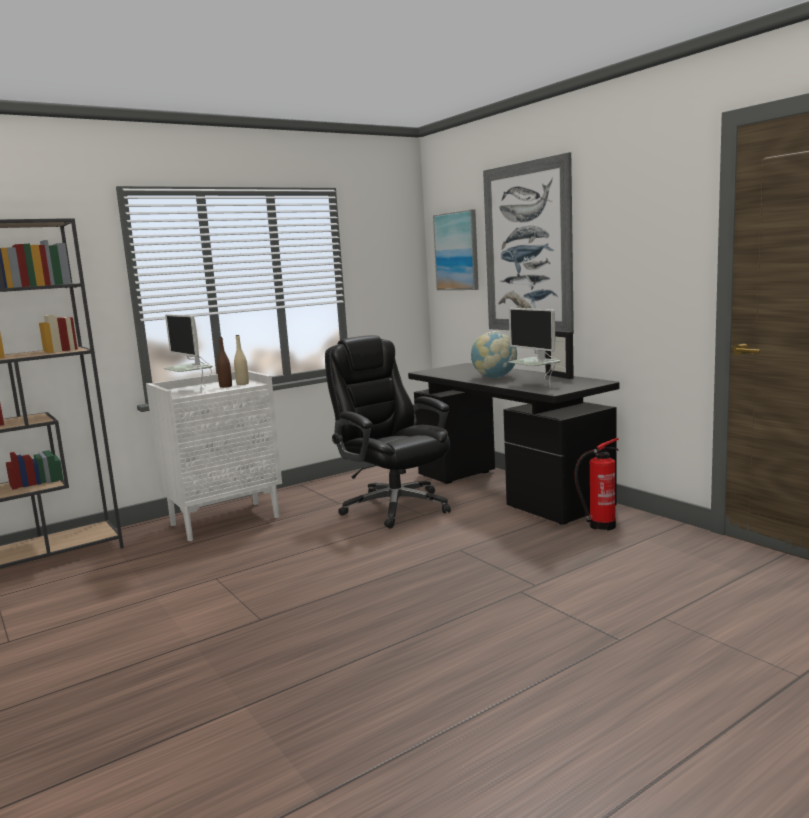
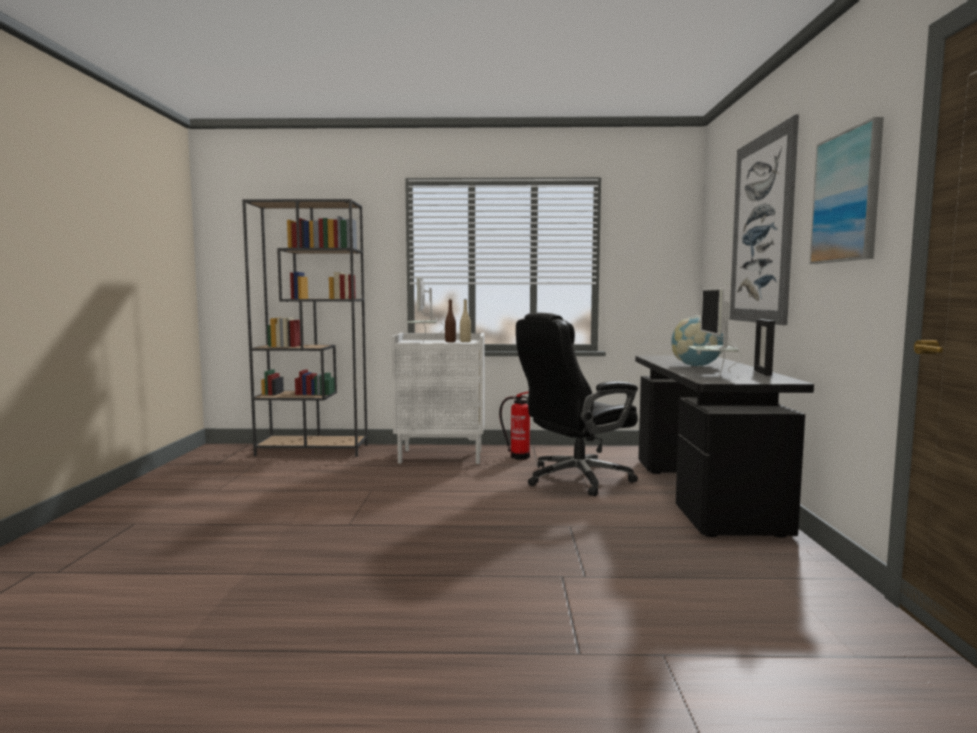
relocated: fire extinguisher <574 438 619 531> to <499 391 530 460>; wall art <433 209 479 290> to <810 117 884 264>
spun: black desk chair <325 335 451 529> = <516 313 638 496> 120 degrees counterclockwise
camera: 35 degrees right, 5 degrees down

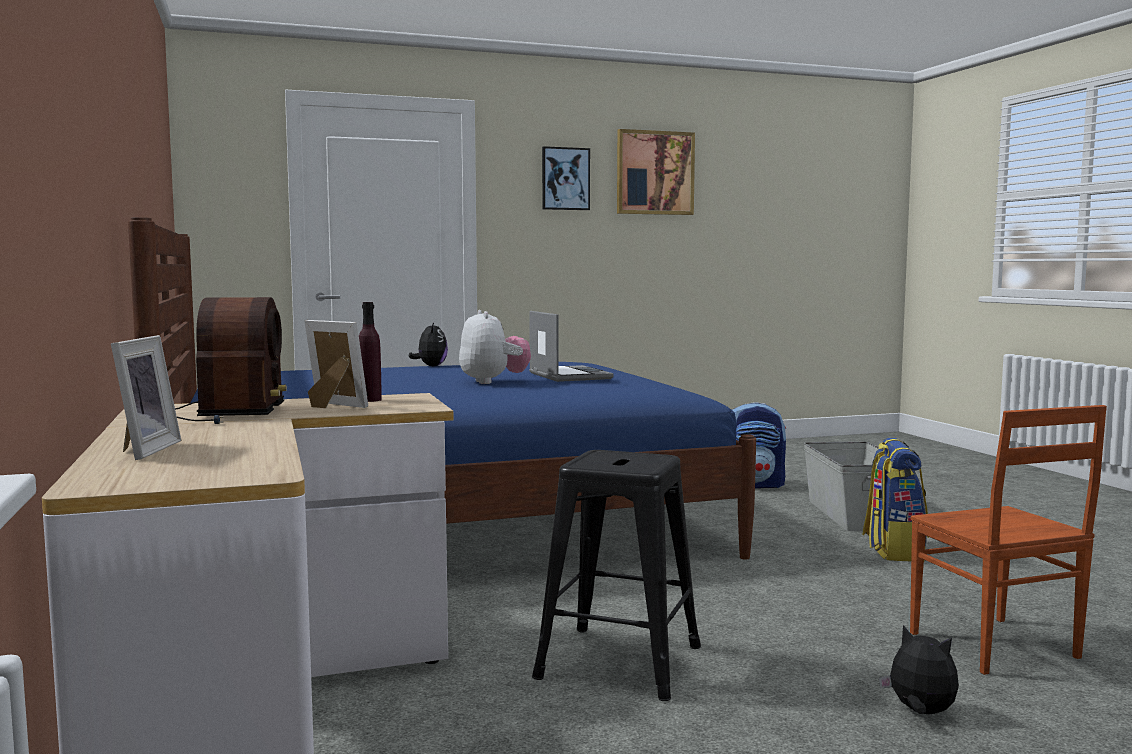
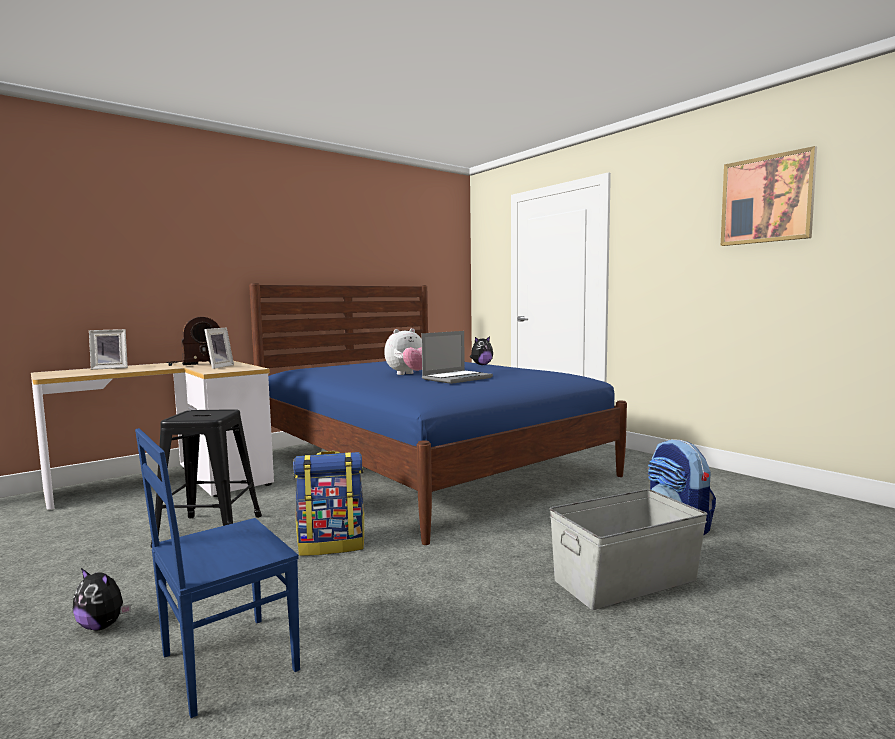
missing: purple drink bottle <359 302 382 402>; wall art <542 146 590 210>
relocated: knapsack <862 438 929 561> to <293 451 364 556>
colour: brownish chair <910 405 1107 675> to bluish chair <135 428 300 718>
spun: plush toy <879 625 959 714> = <73 568 131 631> 90 degrees clockwise
camera: 70 degrees right, 0 degrees up

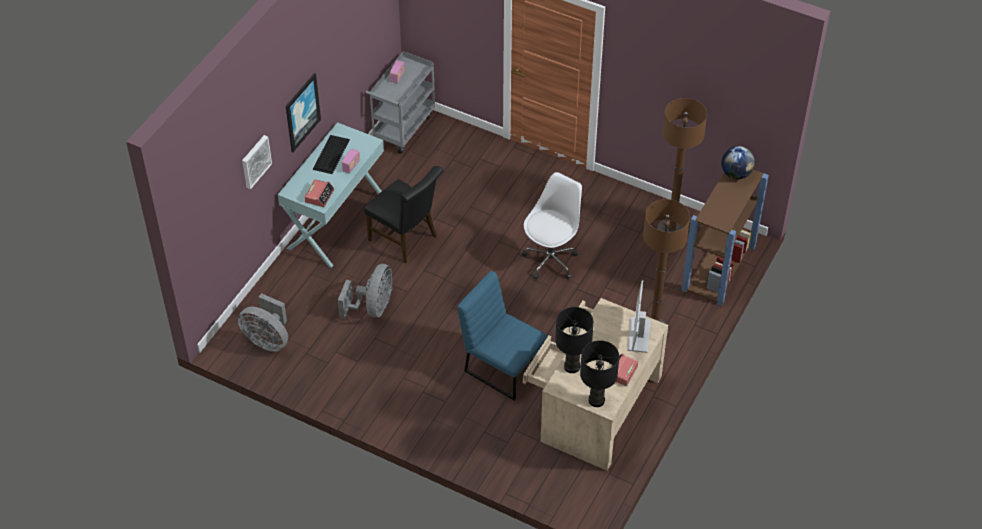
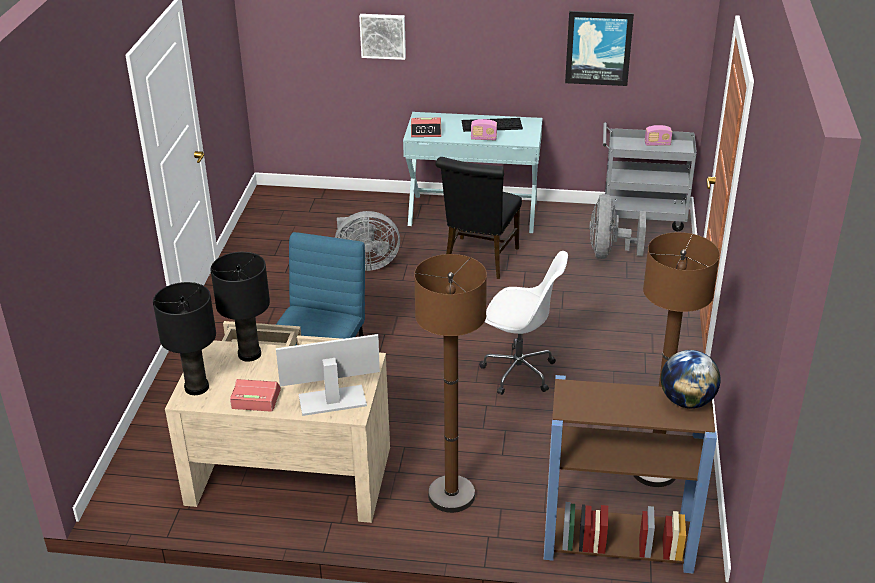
relocated: wall art <286 73 321 152> to <565 11 634 86>; grey cooling fan <238 293 288 352> to <589 194 646 259>
camera: 70 degrees right, 15 degrees down

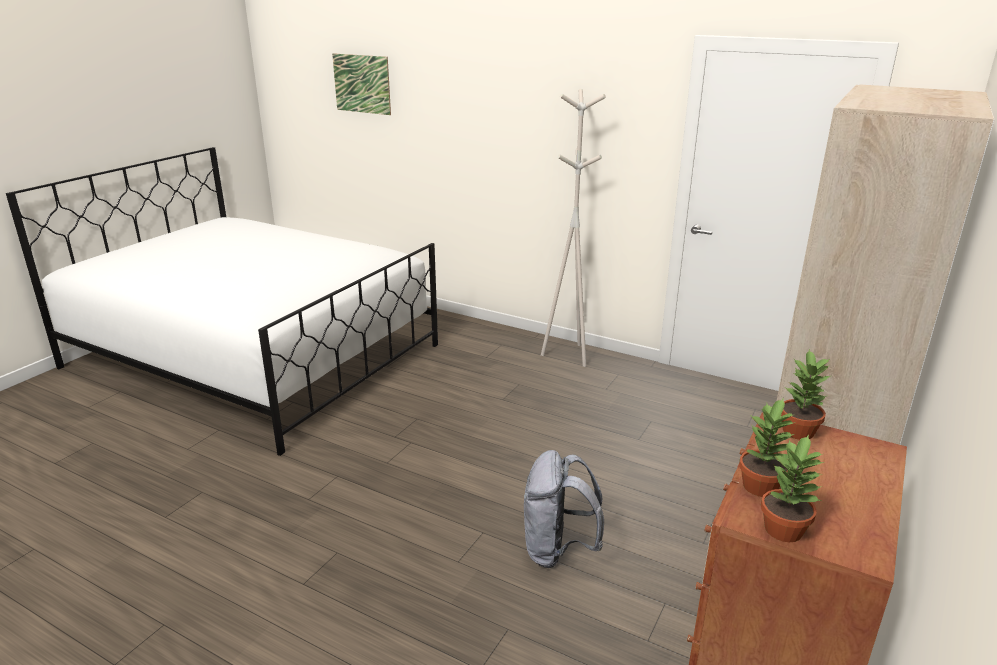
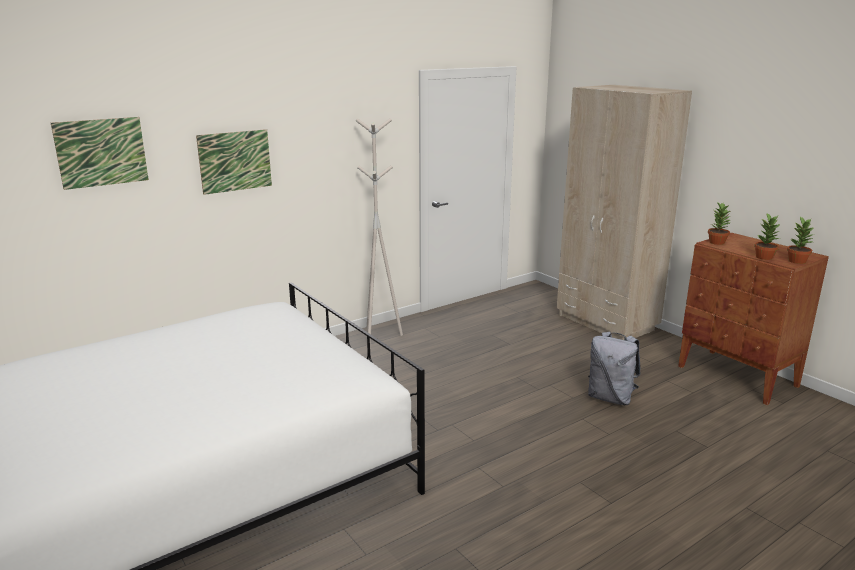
appeared: wall art <196 129 272 195>
camera: 65 degrees left, 5 degrees down

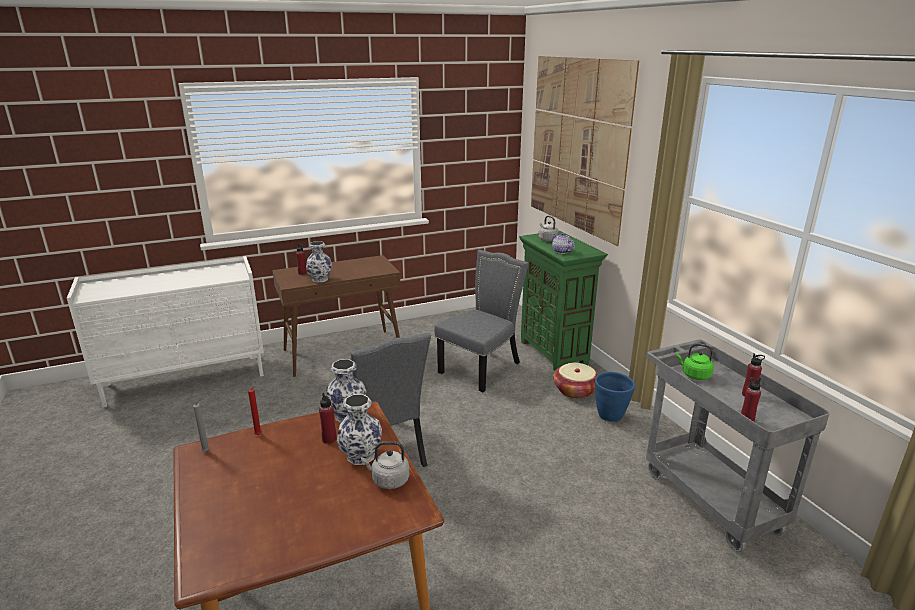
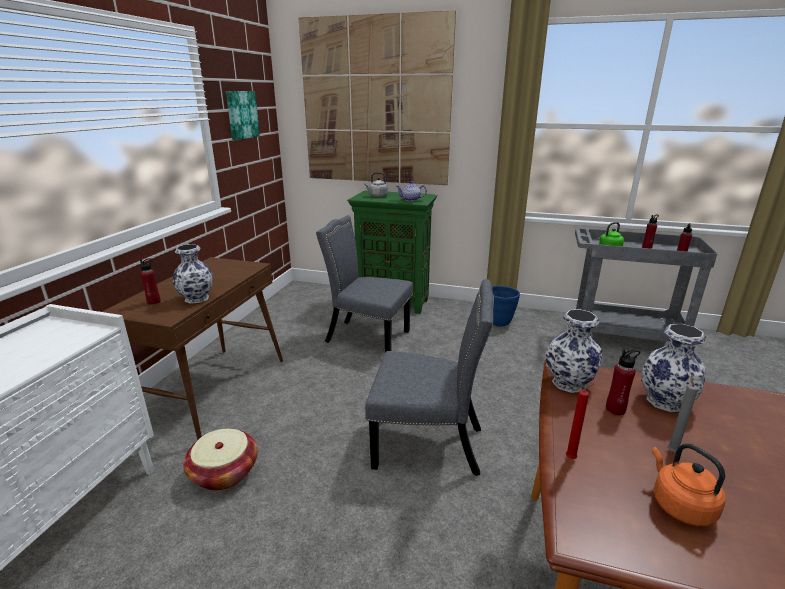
missing: grey tea kettle <361 441 410 489>
appeared: wall art <226 91 260 140>; orange tea kettle <652 444 726 526>
relocated: basket <553 363 598 399> to <183 429 258 490>; grey wax light <193 398 209 452> to <667 374 698 452>
spun: grey chair <434 250 529 392> = <316 215 413 352> 60 degrees counterclockwise
camera: 50 degrees left, 0 degrees up

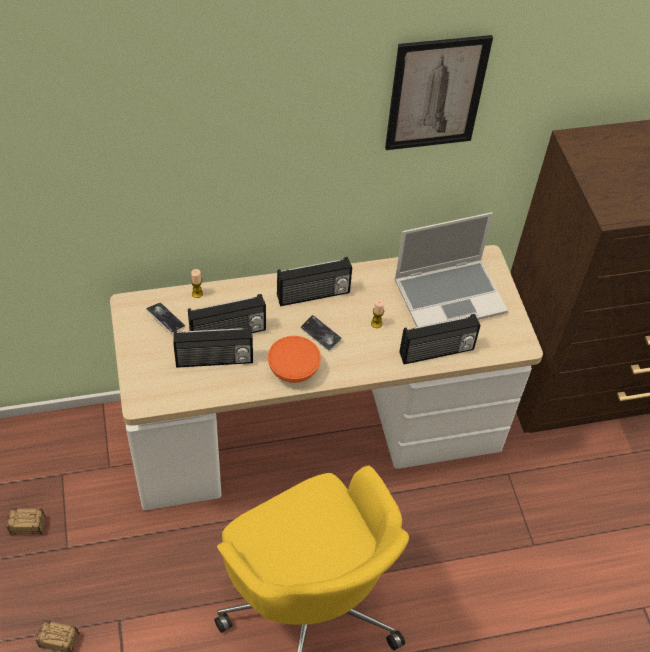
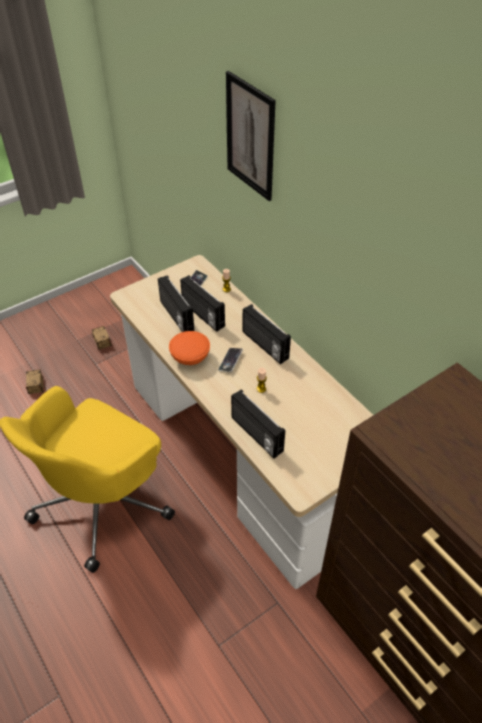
missing: notebook computer <394 212 508 327>
relocated: wall art <385 35 493 150> to <226 71 276 201>
camera: 70 degrees right, 5 degrees down

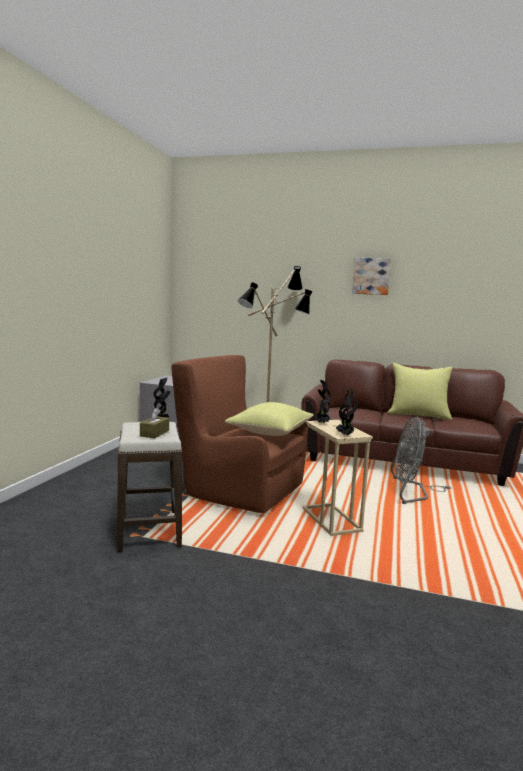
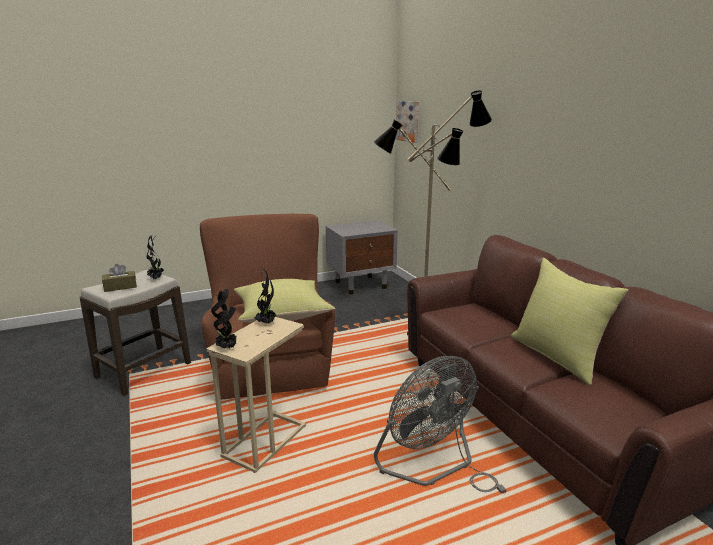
relocated: wall art <352 258 391 295> to <396 101 419 143>
camera: 50 degrees right, 10 degrees up

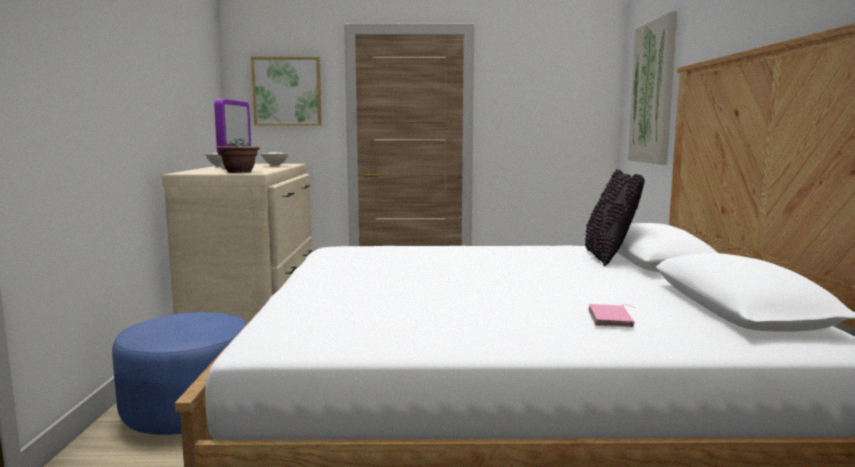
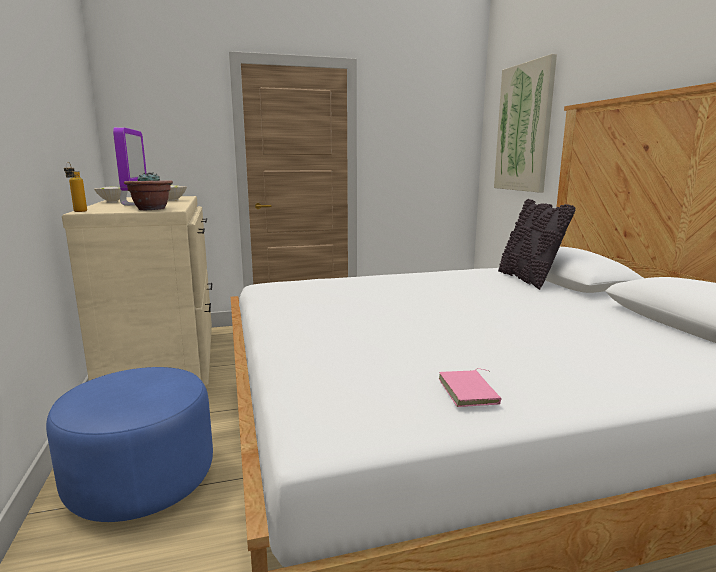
missing: wall art <251 57 322 126>
appeared: drink bottle <64 162 87 212>
relocated: pink bound book <589 304 636 327> to <439 368 501 407>
camera: 15 degrees left, 5 degrees up

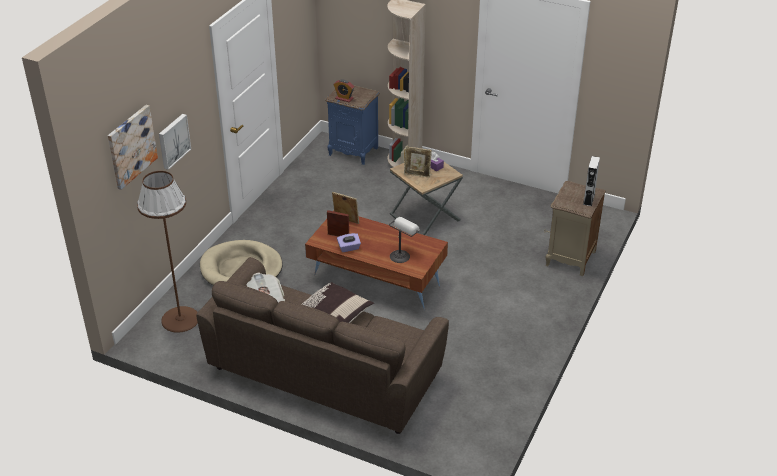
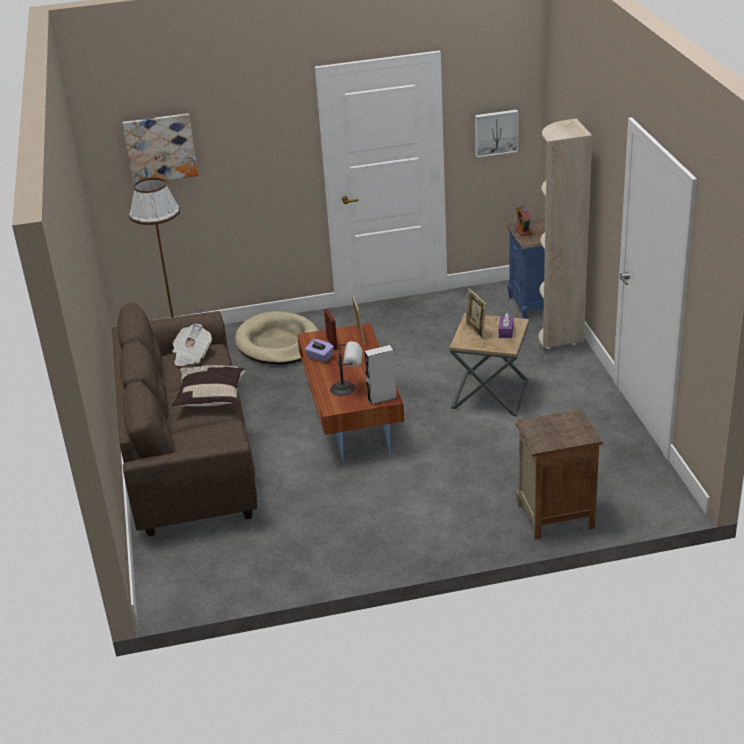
relocated: grey loudspeaker <583 156 600 206> to <364 345 397 405>; wall art <159 114 191 170> to <475 110 518 158>
camera: 55 degrees right, 5 degrees down

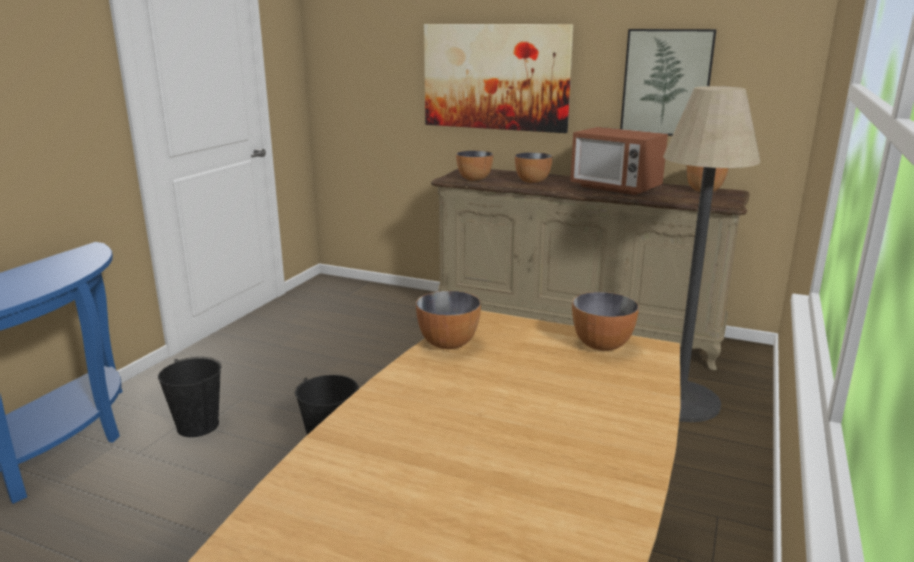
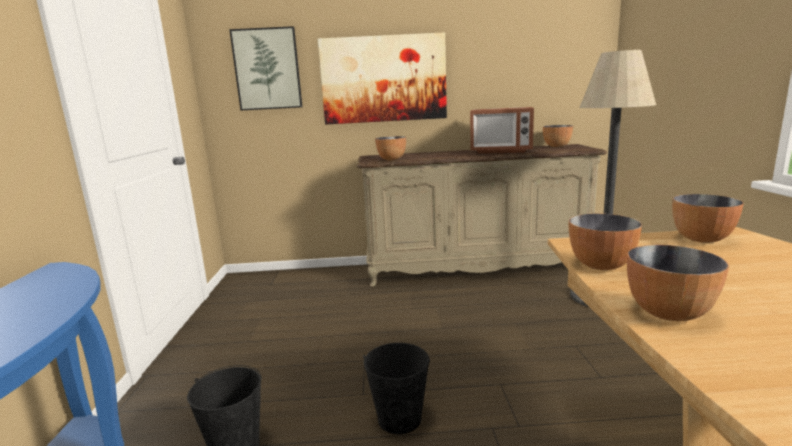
relocated: wall art <620 29 717 136> to <229 26 302 110>; deep dish <515 152 553 183> to <627 245 729 321>
camera: 25 degrees left, 5 degrees down

